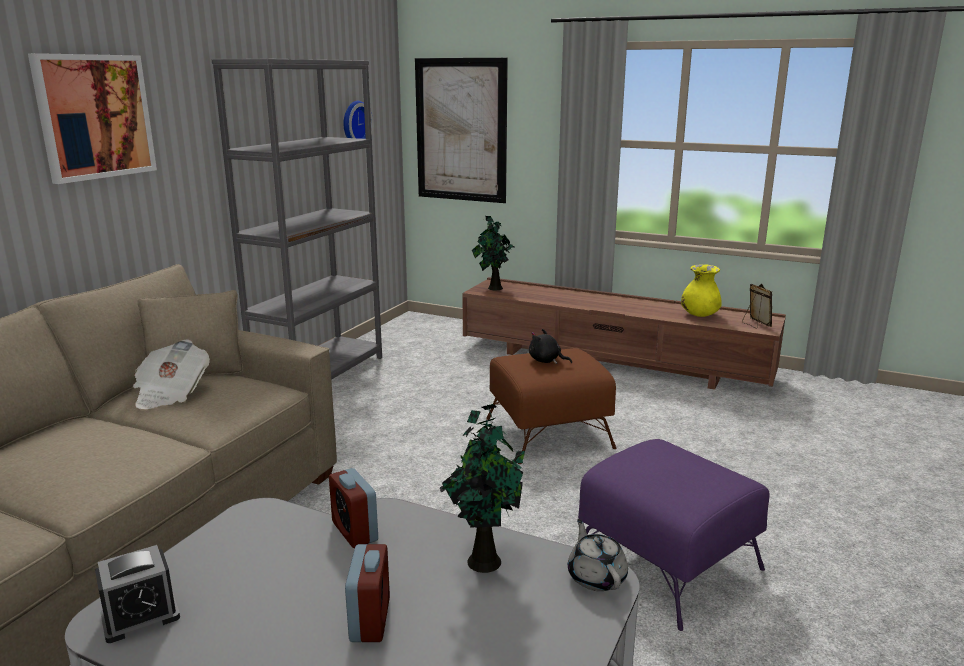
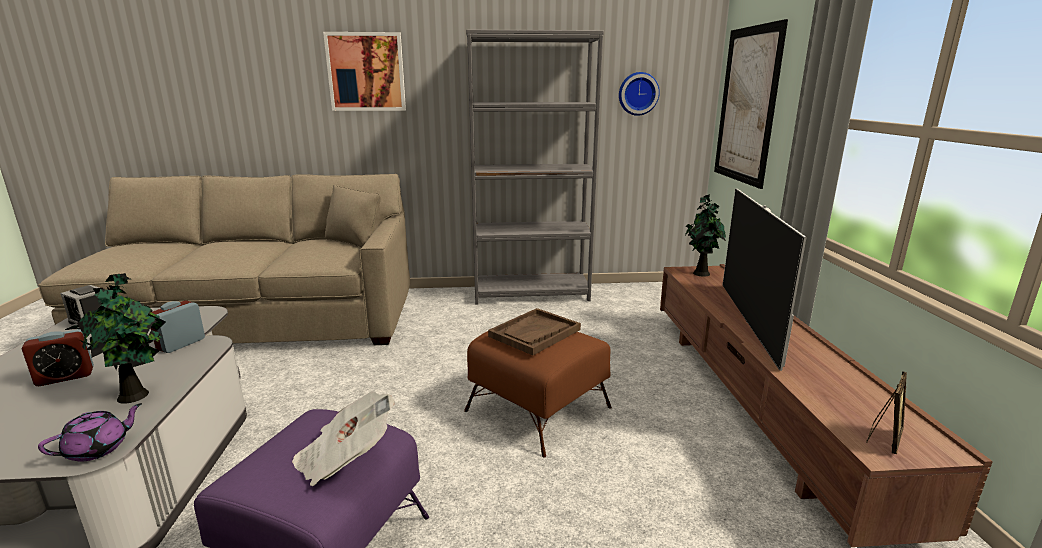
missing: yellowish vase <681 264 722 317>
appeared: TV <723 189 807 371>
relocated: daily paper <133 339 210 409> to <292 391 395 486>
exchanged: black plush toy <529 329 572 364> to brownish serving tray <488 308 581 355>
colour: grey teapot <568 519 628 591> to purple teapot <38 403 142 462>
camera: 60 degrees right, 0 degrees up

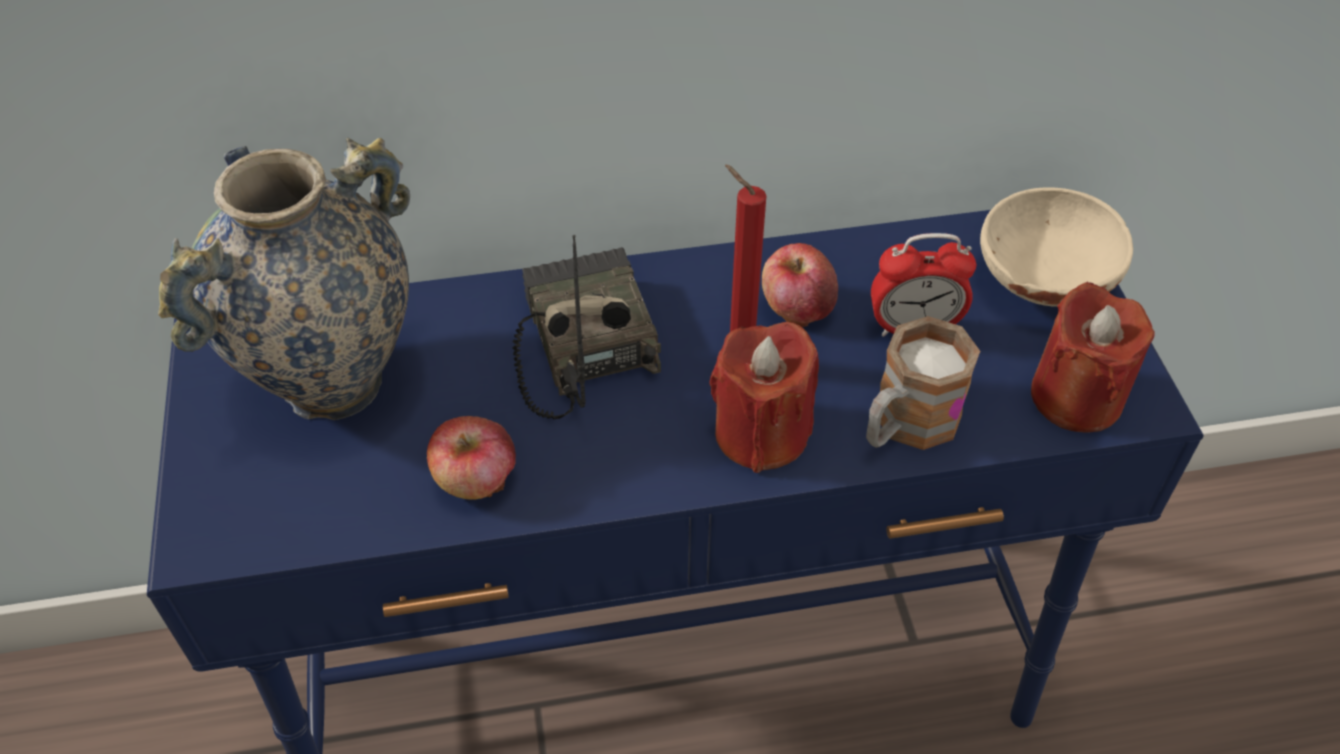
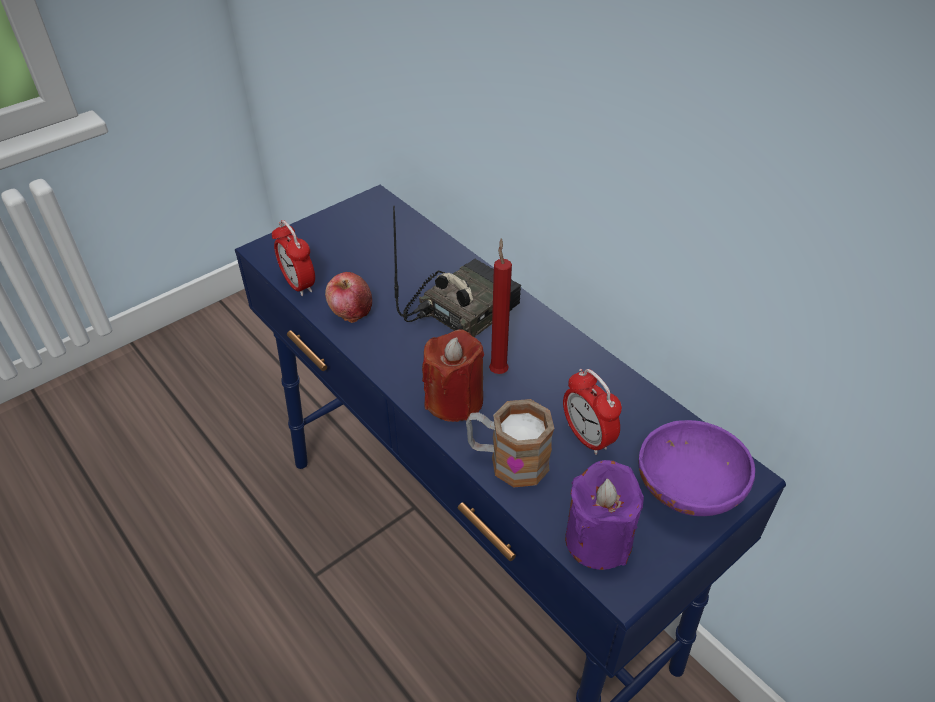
missing: vase <158 138 410 420>; apple fruit <762 243 838 327>
appeared: table clock <272 220 315 296>
colour: red wax light <1031 282 1155 432> to purple wax light <565 460 644 570>; beige deep dish <980 187 1133 307> to purple deep dish <639 420 755 516>
camera: 60 degrees right, 5 degrees down

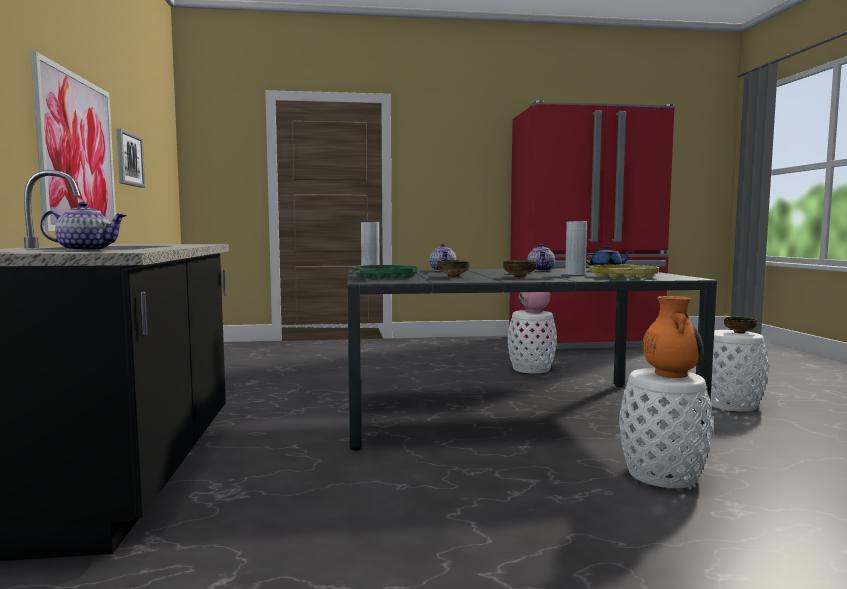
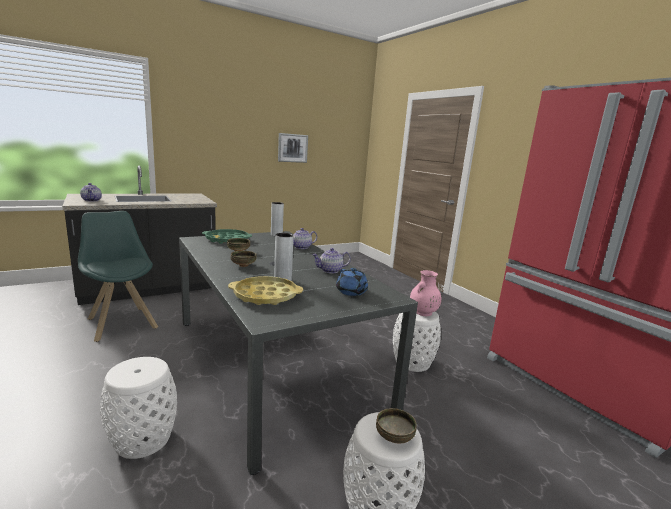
missing: wall art <31 51 116 231>; orange vase <642 296 703 378>
appeared: turquoise-coloured chair <78 211 158 342>
camera: 65 degrees right, 10 degrees up

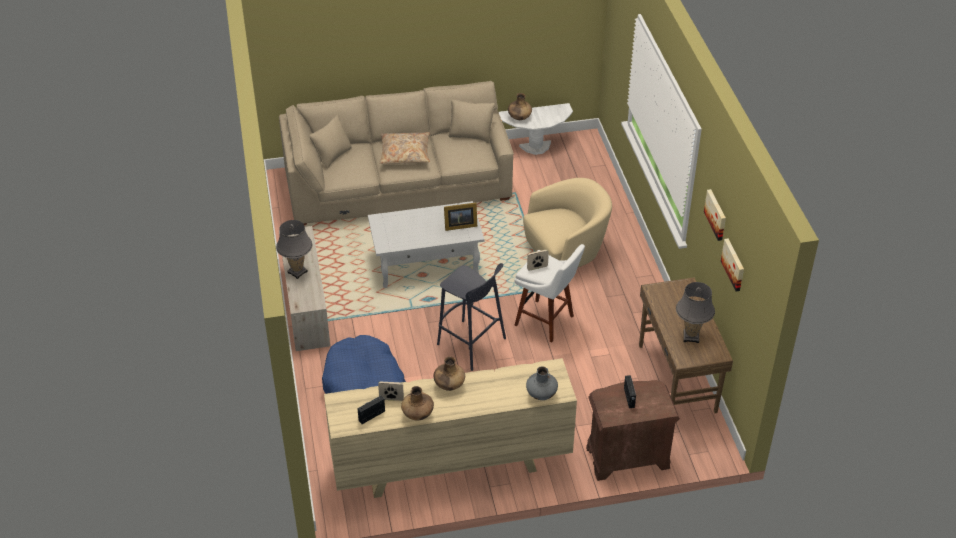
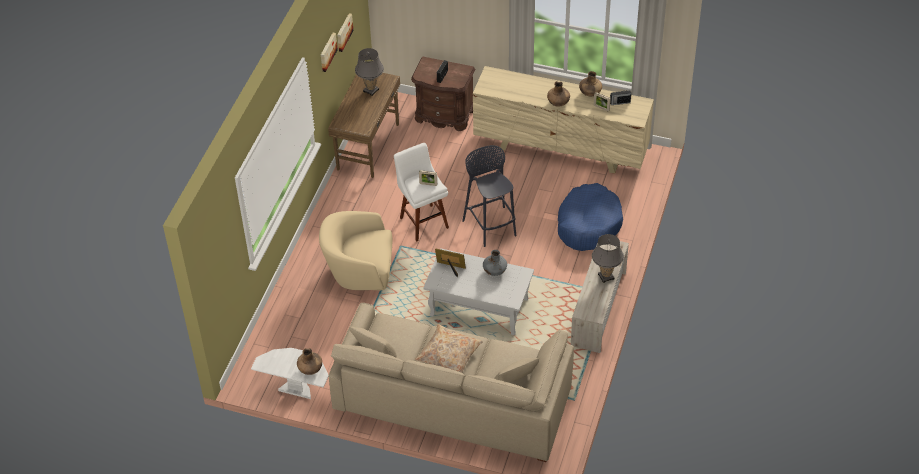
relocated: grey vase <526 366 558 400> to <483 250 507 276>
camera: 150 degrees left, 5 degrees up

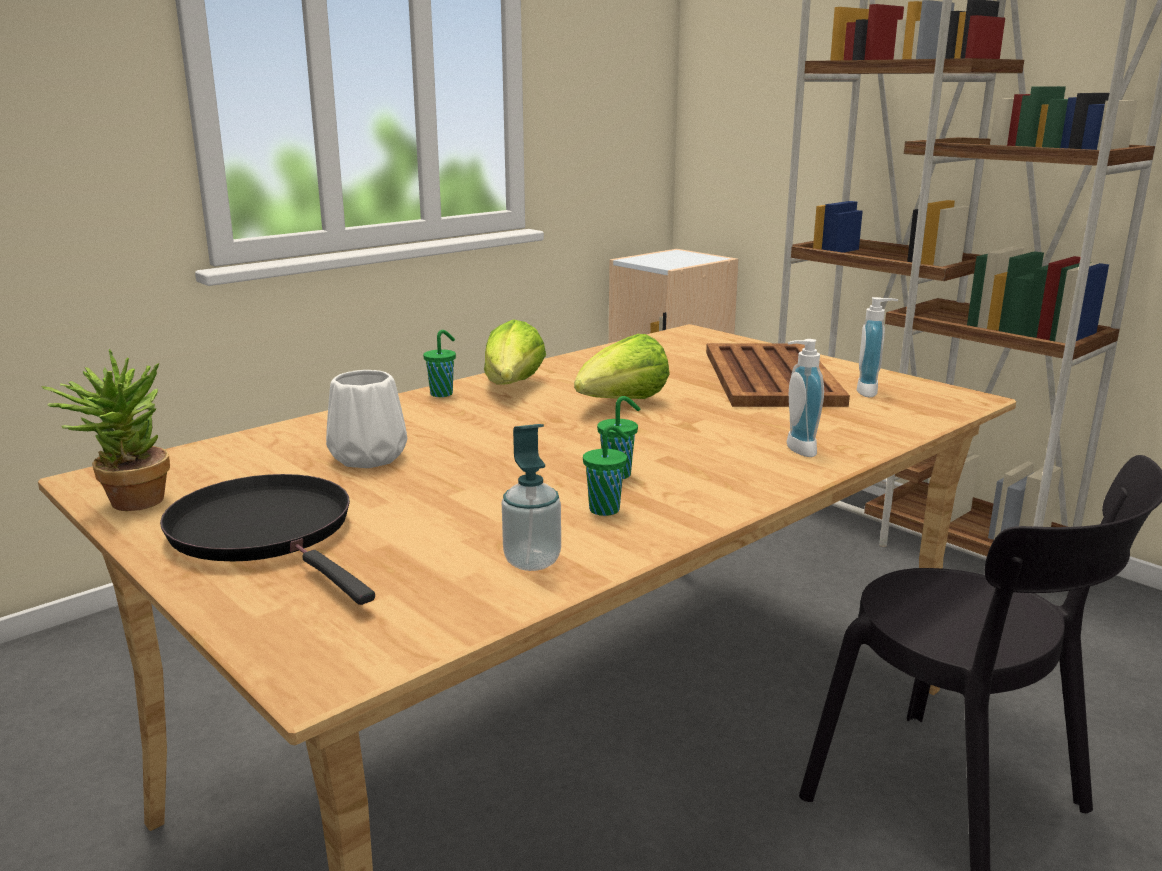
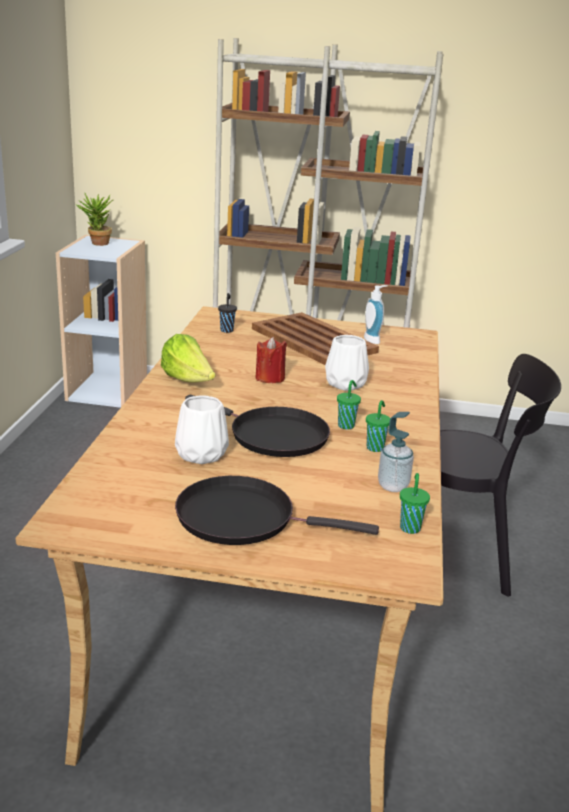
missing: liquid soap bottle <787 339 824 457>
appeared: black pan <185 394 330 457>; black cup <218 293 237 333>; white-coloured vase <325 335 369 391>
relocated: plant in a pot <41 349 170 511> to <75 192 113 246>; greenish cup <423 330 456 397> to <400 473 430 534>
exchanged: lettuce <574 334 670 399> to red wax light <256 337 287 383>
camera: 40 degrees left, 5 degrees up

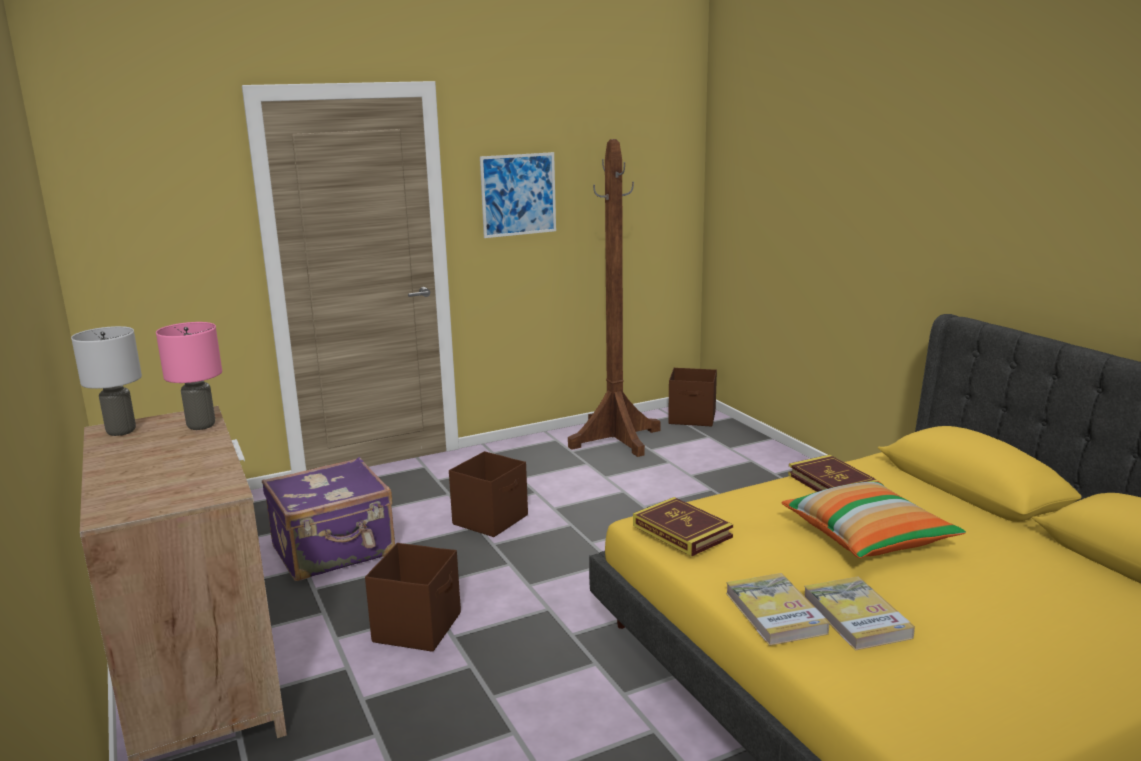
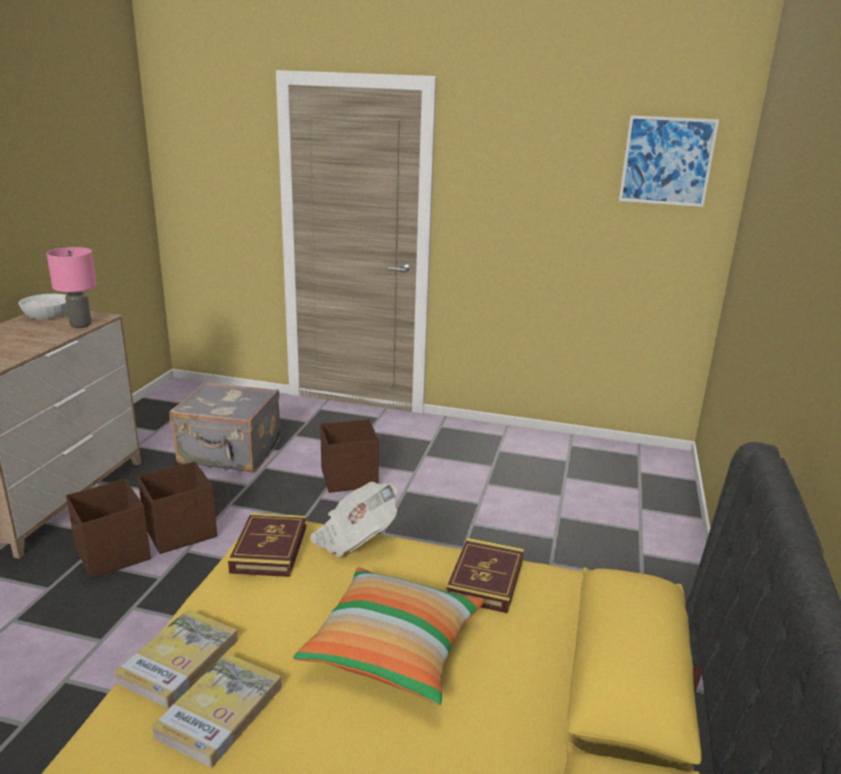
missing: brownish garment rack <568 139 661 457>
appeared: daily paper <310 482 398 557>
relocated: brownish storage box <668 368 717 426> to <66 479 151 579>; wall art <480 152 556 238> to <619 115 719 207>
exchanged: white-coloured tabletop lamp <71 326 142 436> to white-coloured deep dish <18 294 67 319>
colour: purple suitcase <262 457 395 581> to grey suitcase <169 382 281 472>
camera: 40 degrees right, 5 degrees up

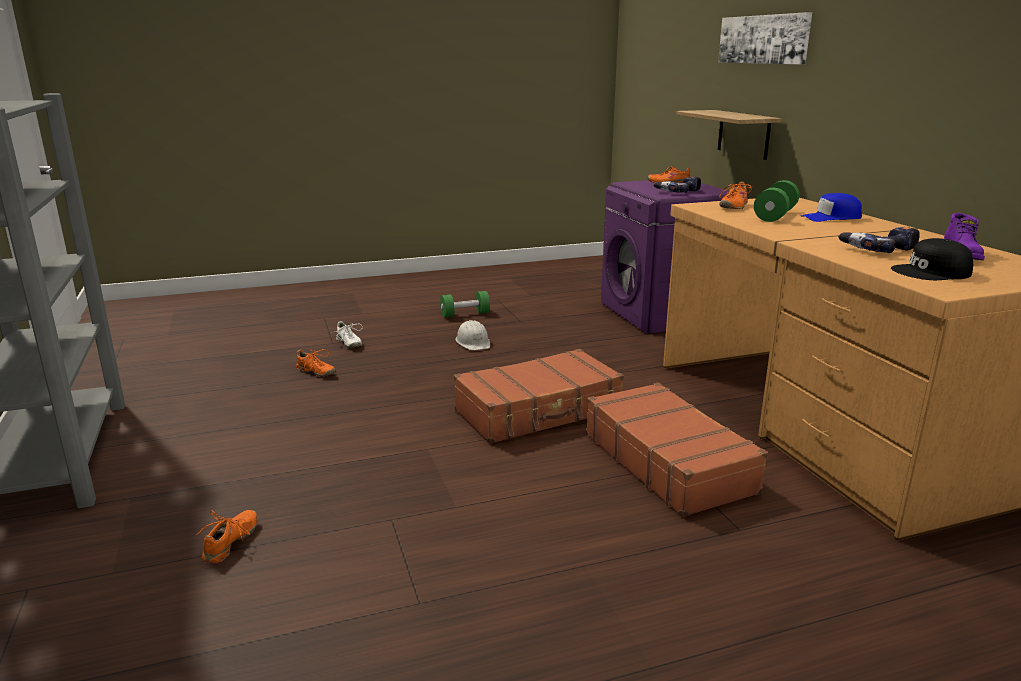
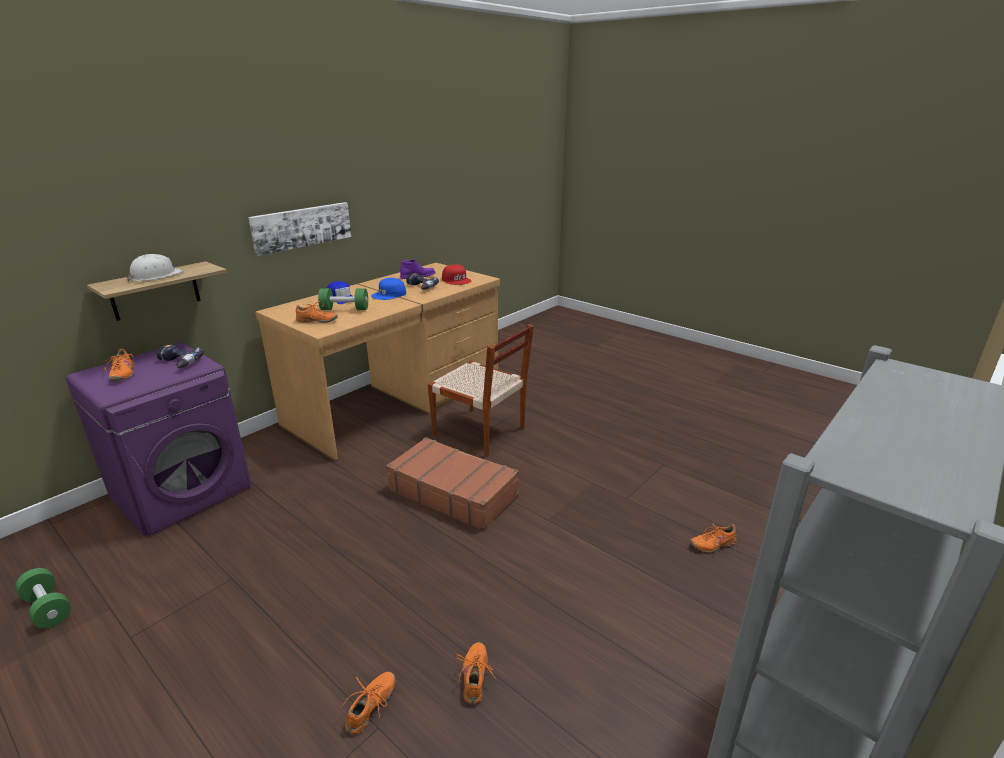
appeared: bluish baseball cap <371 278 406 300>
relocated: greenish free weight <440 291 490 317> to <15 568 71 628>; white-coloured safety helmet <455 320 490 350> to <126 254 184 282>; wall art <718 12 812 65> to <248 202 351 256>
exchanged: brownish suitcase <586 383 768 517> to chair <428 324 534 457>
colour: white-coloured shoe <331 321 363 348> to orange shoe <341 672 396 735>; black baseball cap <891 238 973 280> to red baseball cap <442 264 471 285>
camera: 120 degrees left, 5 degrees up

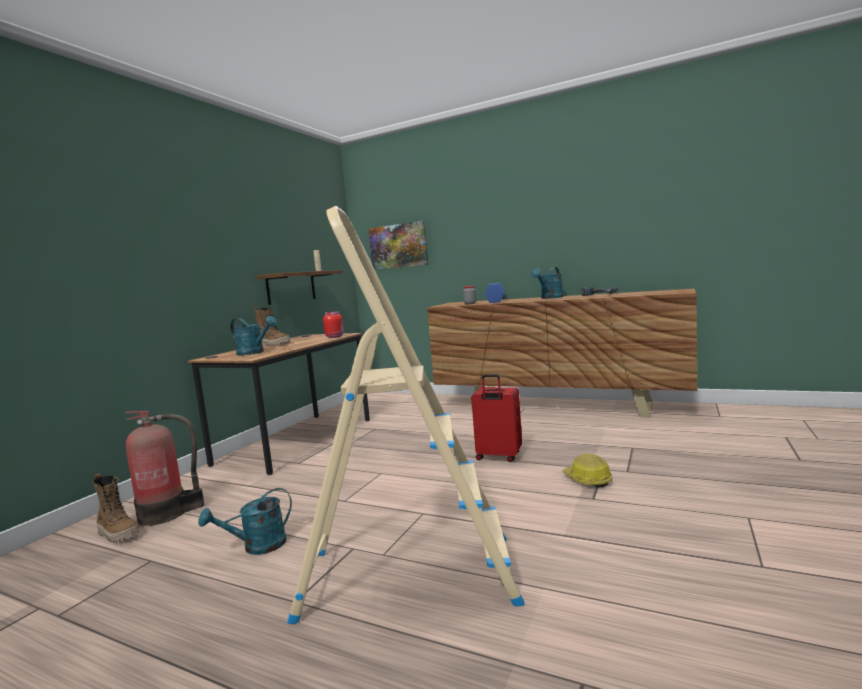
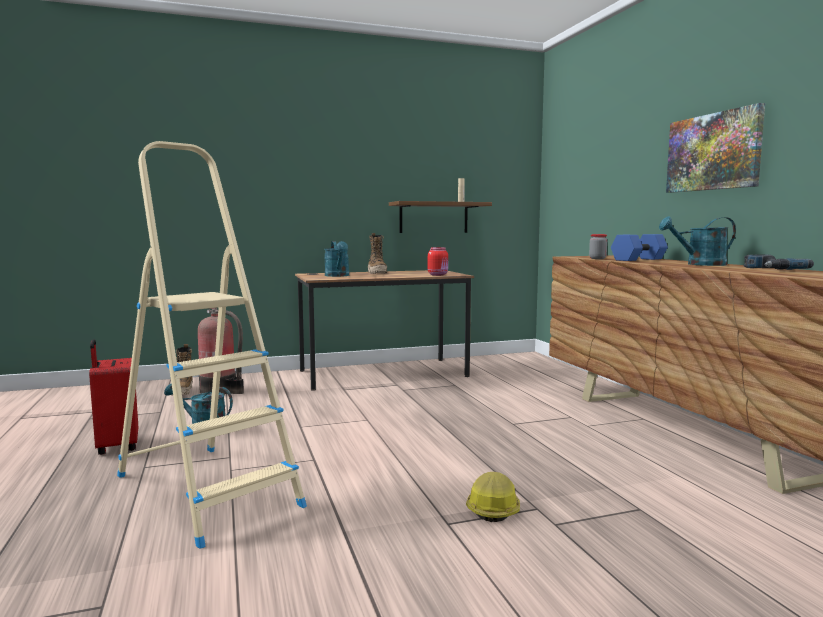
relocated: red suitcase <471 374 522 462> to <89 339 138 455>; wall art <369 221 429 270> to <666 103 765 193>
camera: 45 degrees right, 0 degrees up

